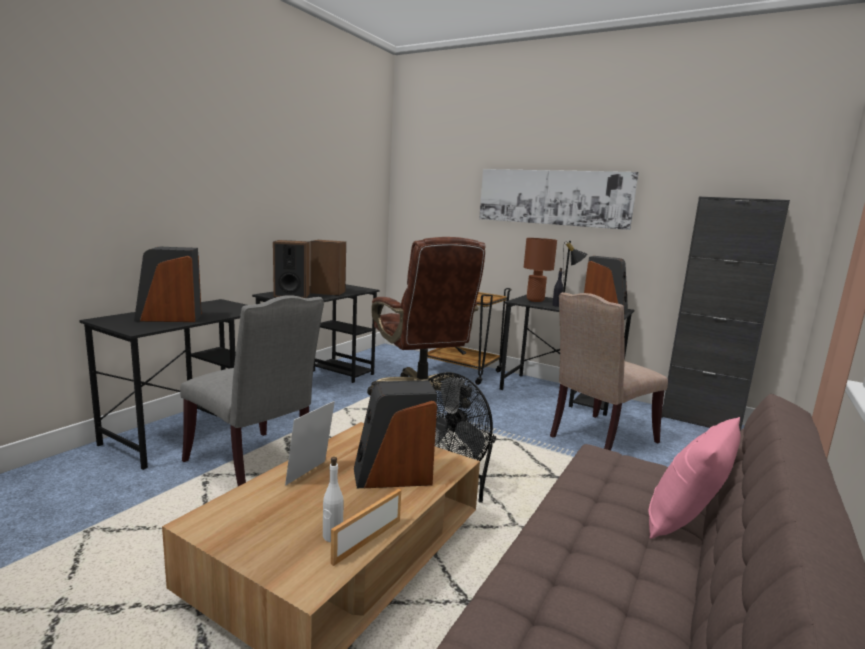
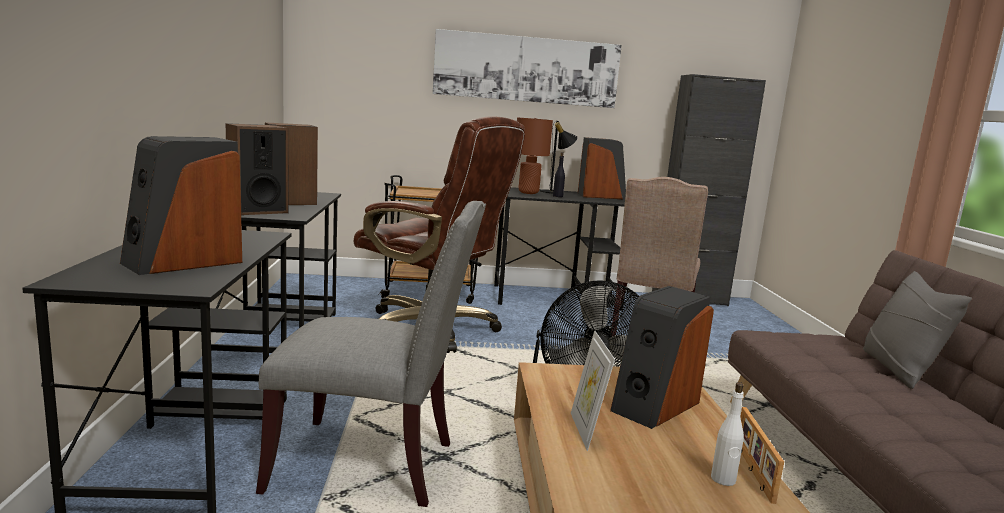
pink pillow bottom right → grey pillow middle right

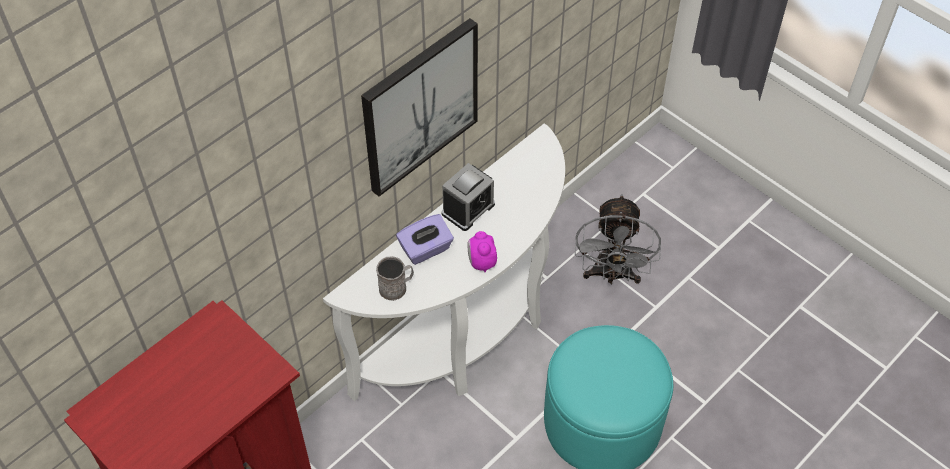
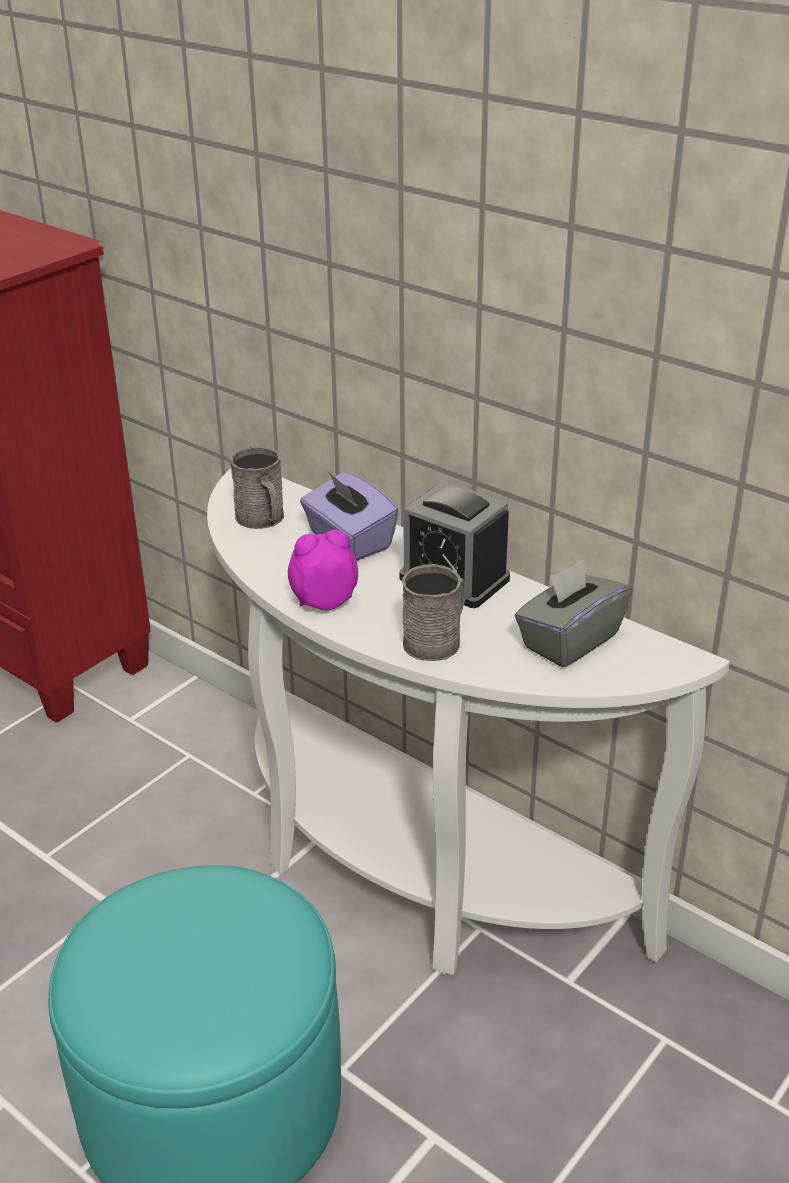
- → grey mug (no. 2 from left) centre
- → grey tissue box middle right
picture top centre → -
grey fan centre → -

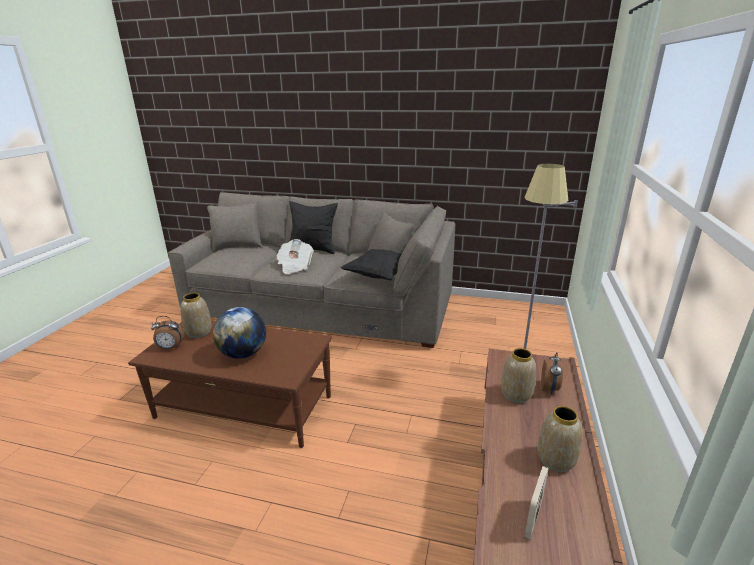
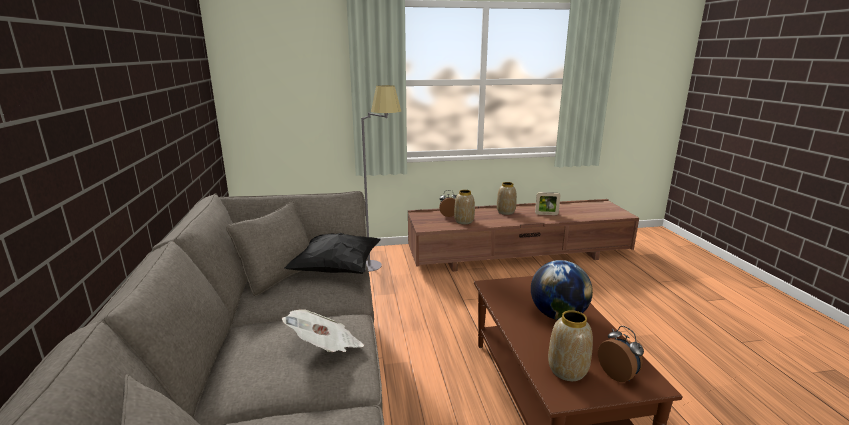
black pillow (no. 1 from left) centre → -

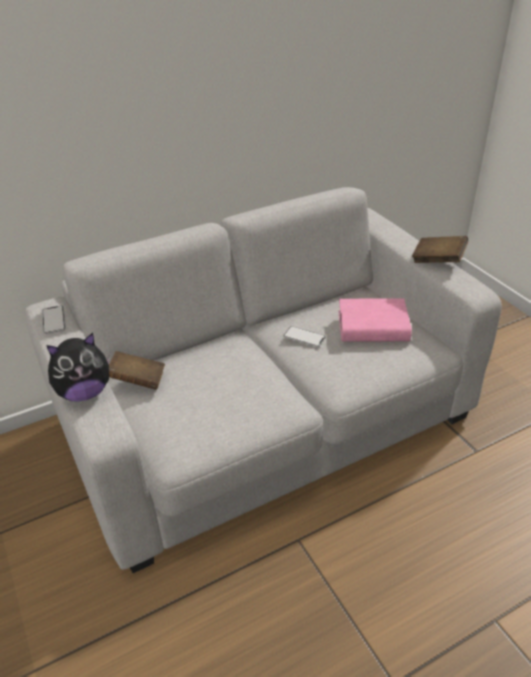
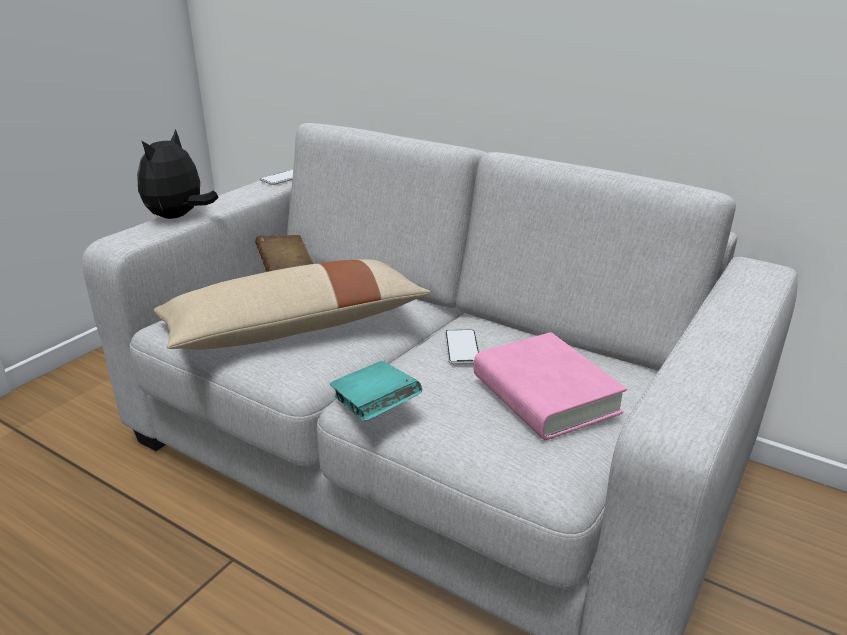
plush toy middle left → plush toy top left, 75 degrees clockwise
- → beige pillow centre
- → turquoise book centre
brown book (no. 2 from left) middle right → -

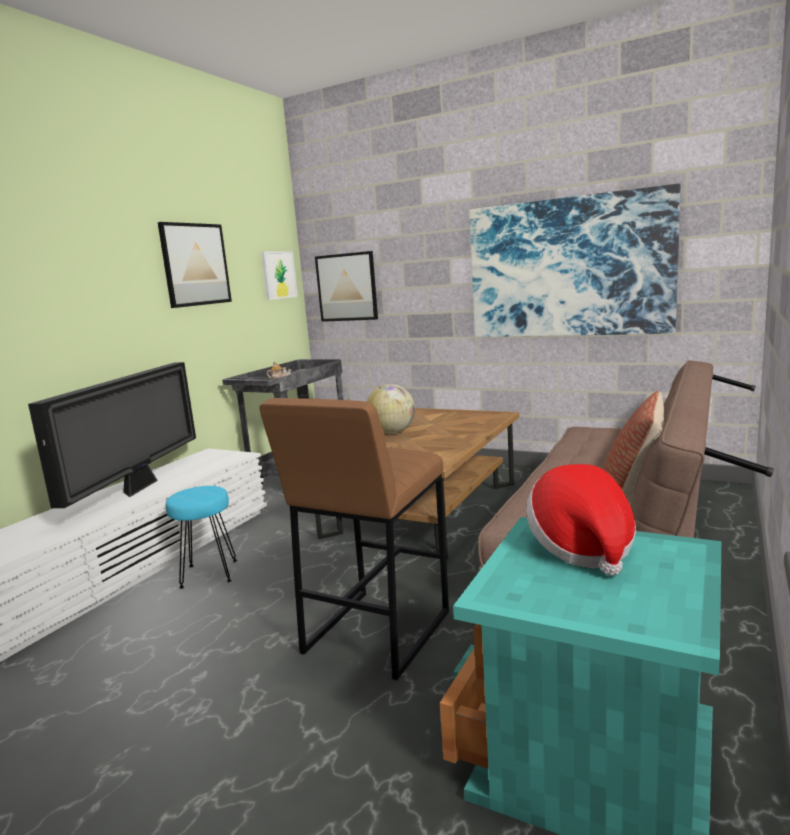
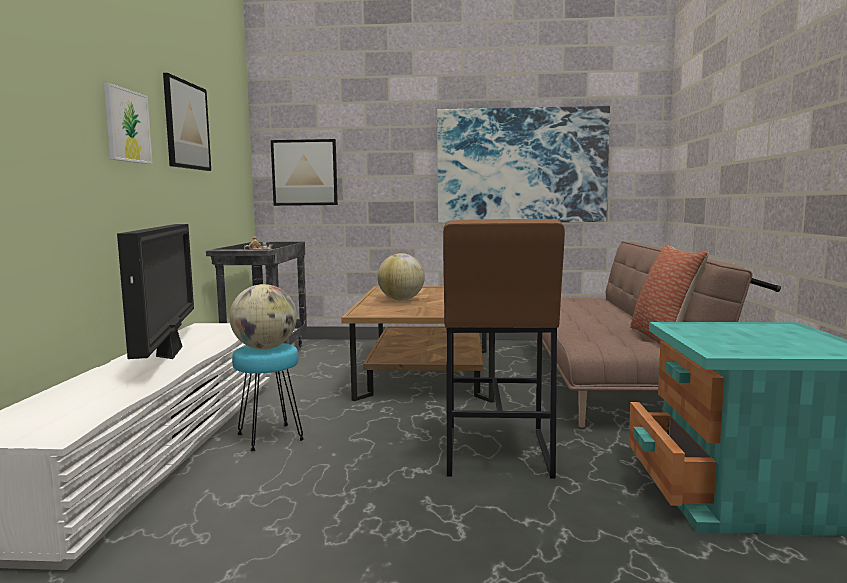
picture (no. 2 from left in the first image) top centre → picture (no. 1 from left) top left, relocated
- → globe (no. 1 from left) middle left
hat middle right → -

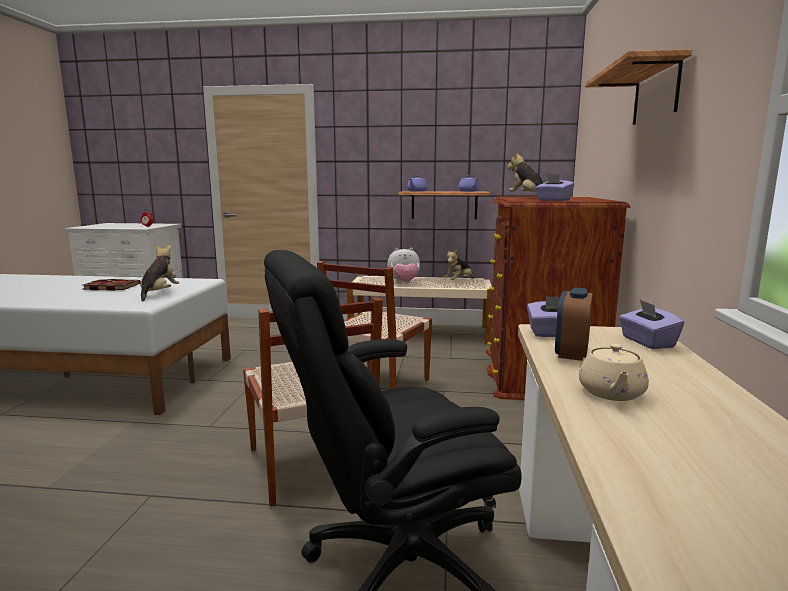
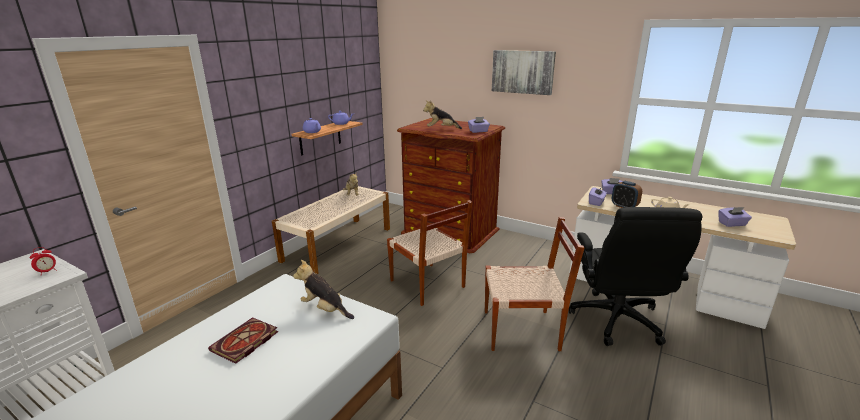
shelf (no. 2 from left) top right → picture top centre
- → purple tissue box (no. 4 from left) middle right
plush toy (no. 2 from left) centre → -

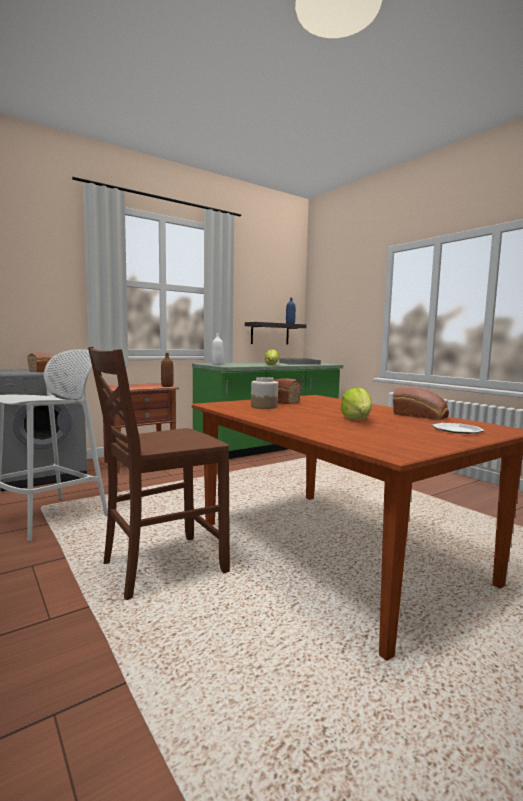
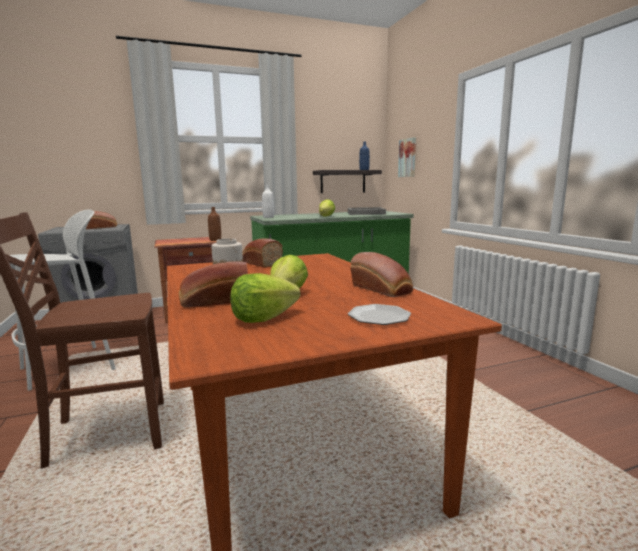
- → bread (no. 2 from left) centre
- → lettuce (no. 1 from left) centre
- → picture top centre

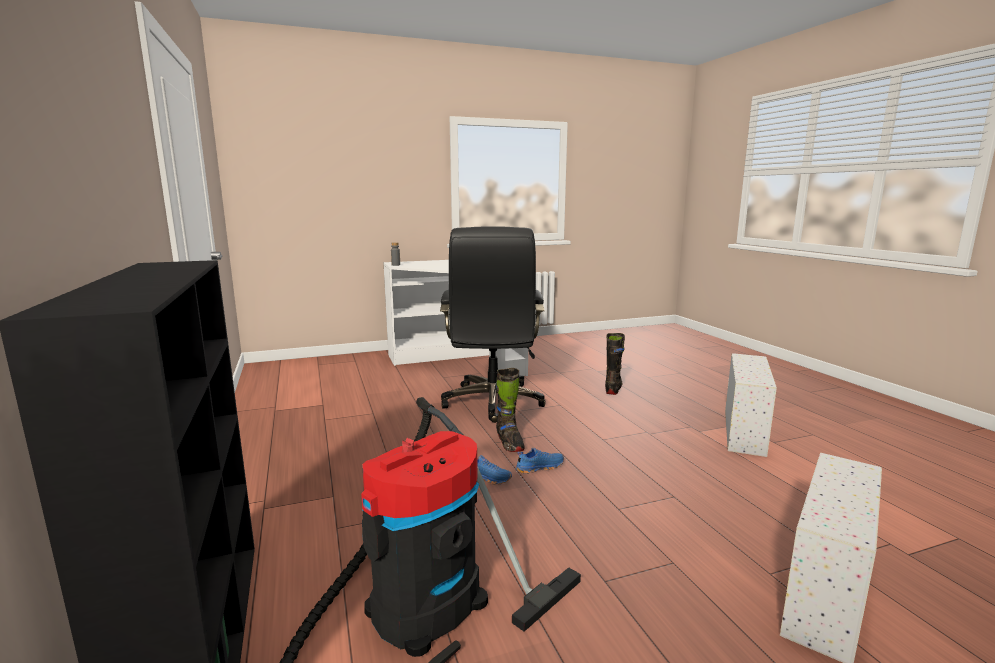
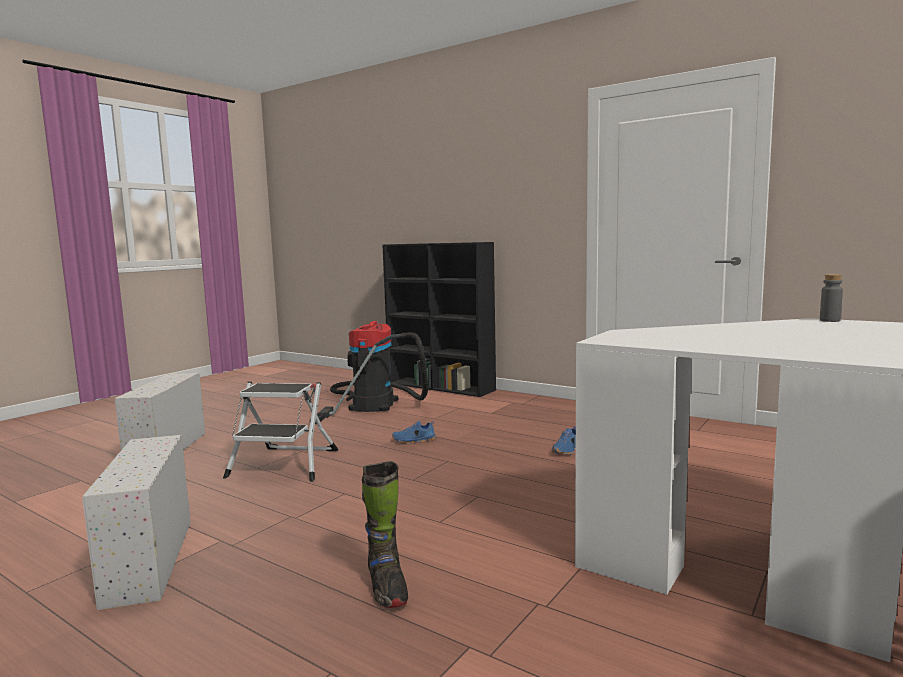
- → step ladder middle left
blue shoe (no. 2 from left) bottom centre → blue shoe (no. 2 from left) centre, relocated
black office chair centre → -
black boot (no. 1 from left) centre → -

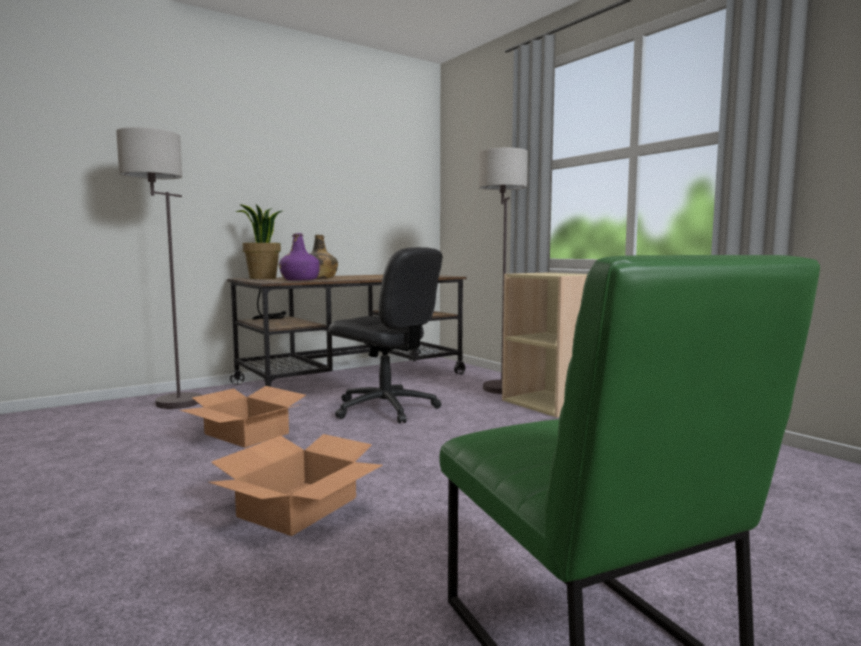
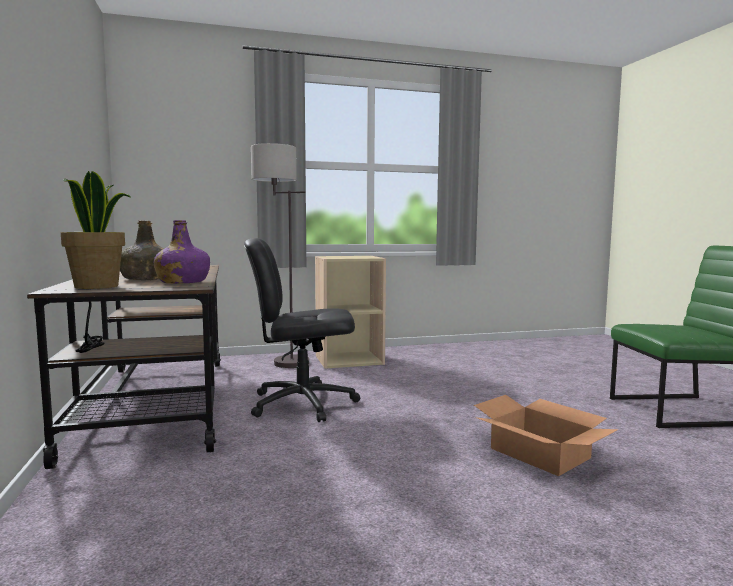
black office chair centre, 150 degrees counterclockwise
grey floor lamp (no. 1 from left) middle left → -
cardboard box (no. 1 from left) middle left → -

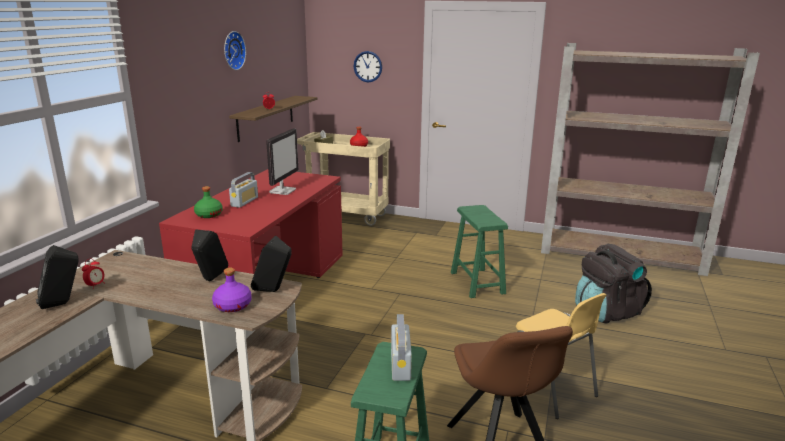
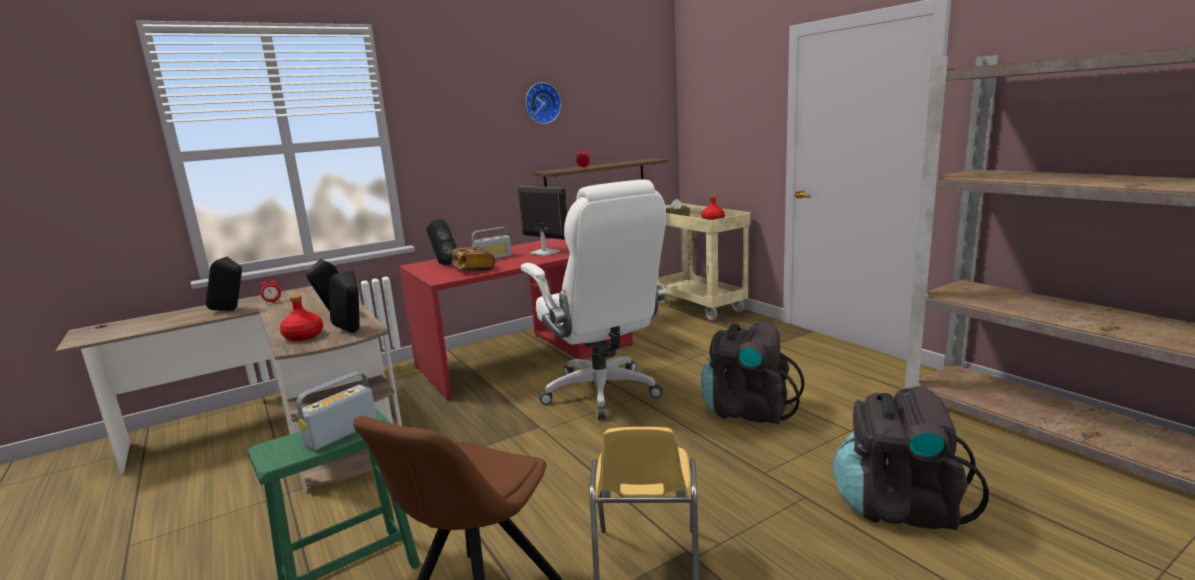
purple bottle middle left → red bottle (no. 1 from left) middle left
green bottle middle left → black speaker (no. 4 from left) centre
- → book centre
monitor centre, 105 degrees counterclockwise
- → white office chair centre
green stool (no. 2 from left) centre → black backpack (no. 1 from left) centre
wall clock (no. 2 from left) top centre → -

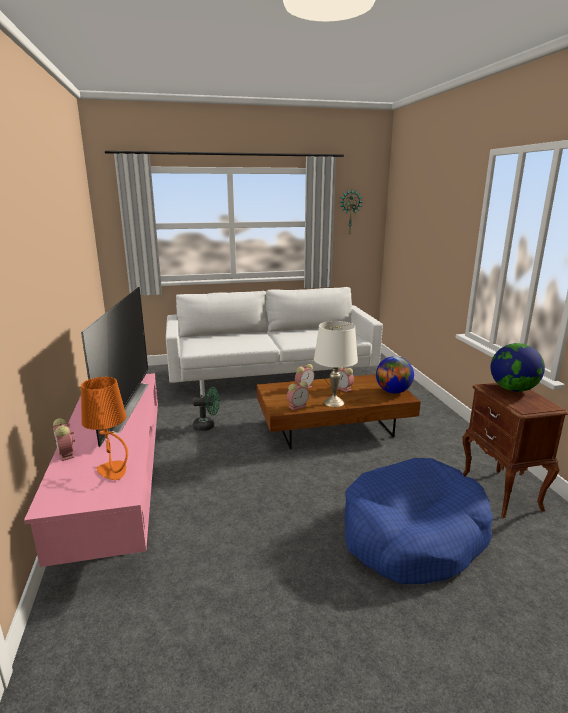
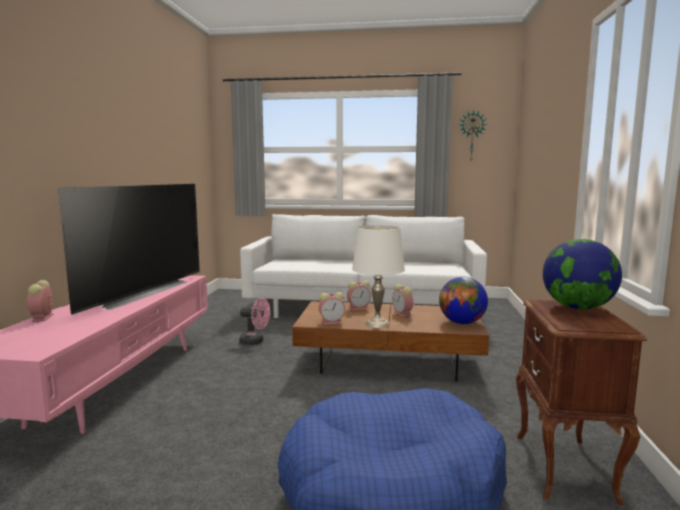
green fan centre → pink fan centre
orange table lamp middle left → -

